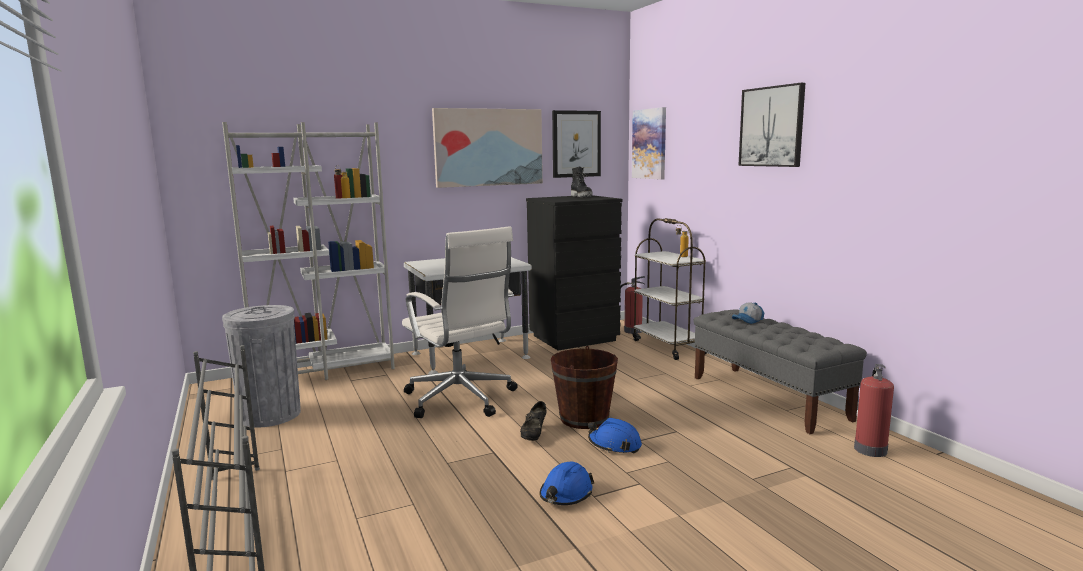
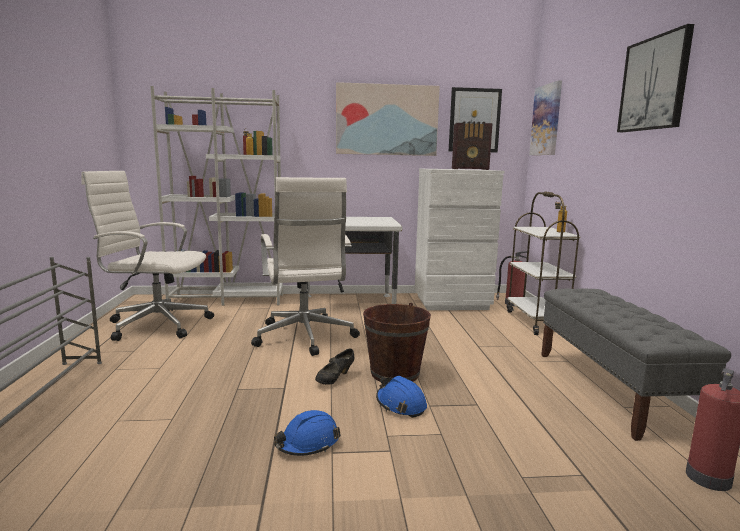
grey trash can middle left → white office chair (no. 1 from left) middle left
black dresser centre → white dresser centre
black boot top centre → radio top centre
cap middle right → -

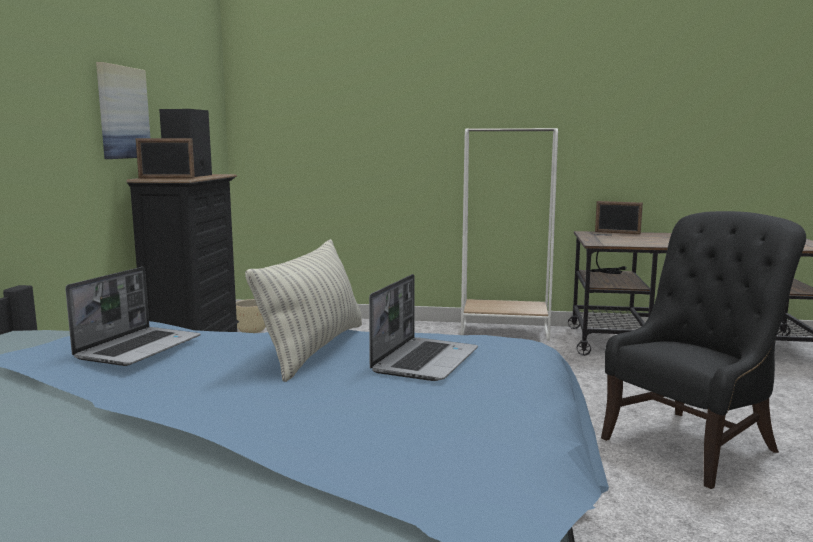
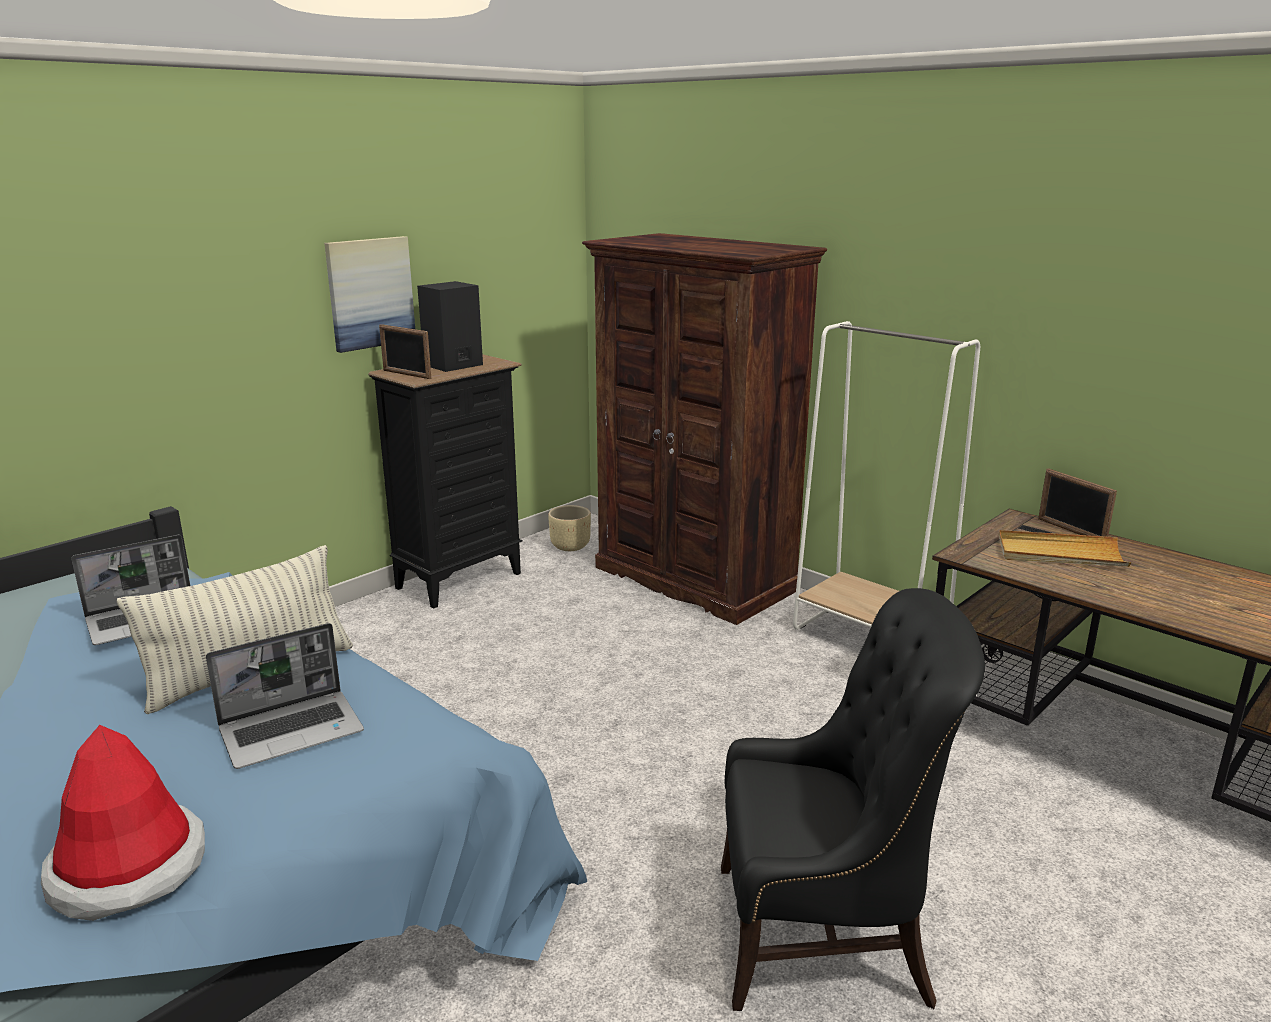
- → hat bottom left
- → brown wardrobe centre
- → beige tray middle right

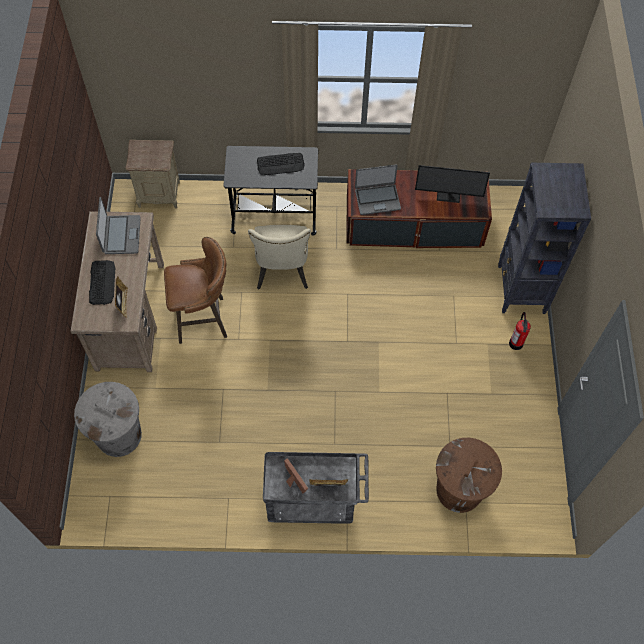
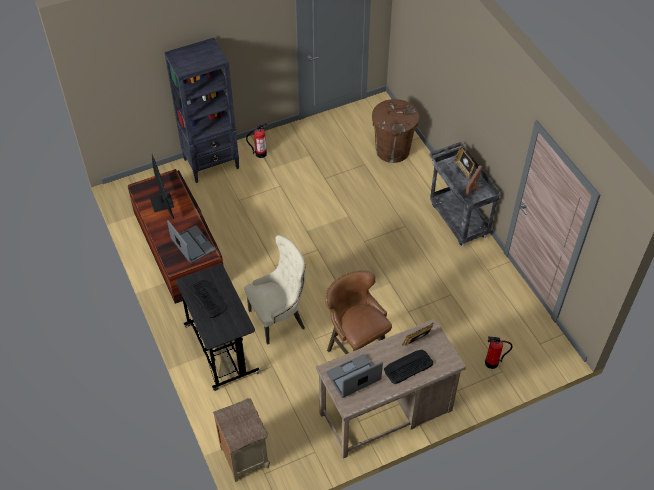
grey trash can middle left → fire extinguisher (no. 2 from left) bottom right

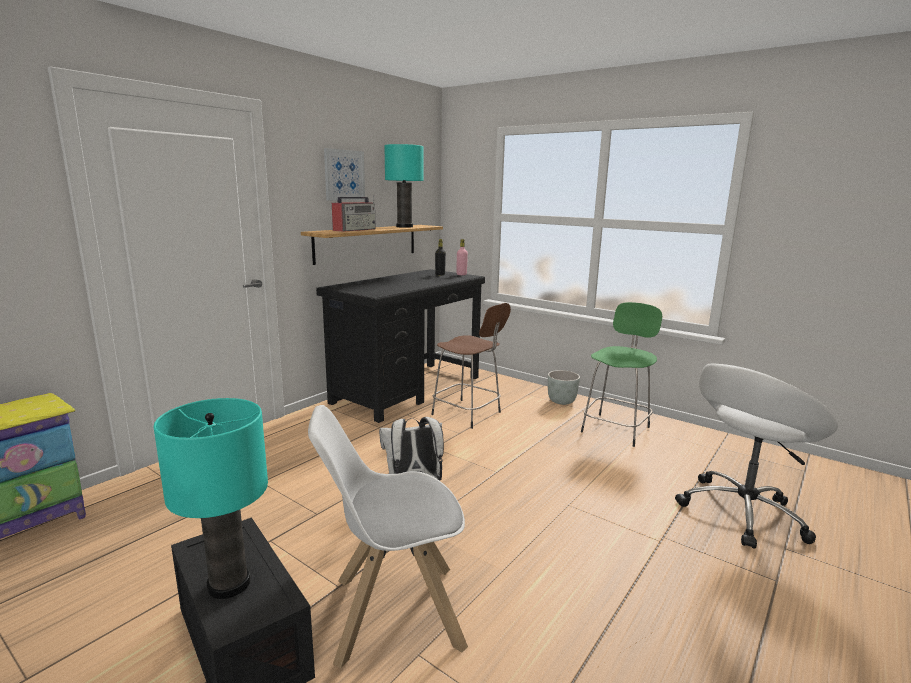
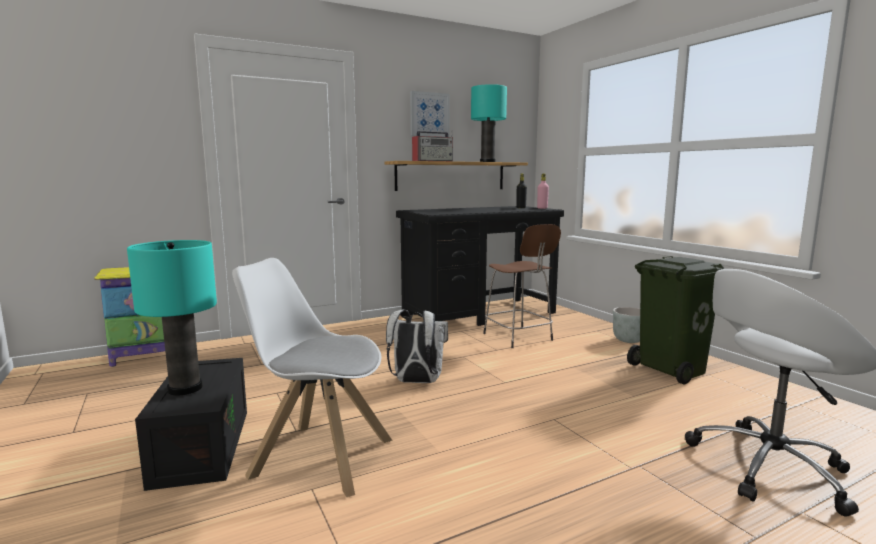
green stool middle right → green trash can middle right

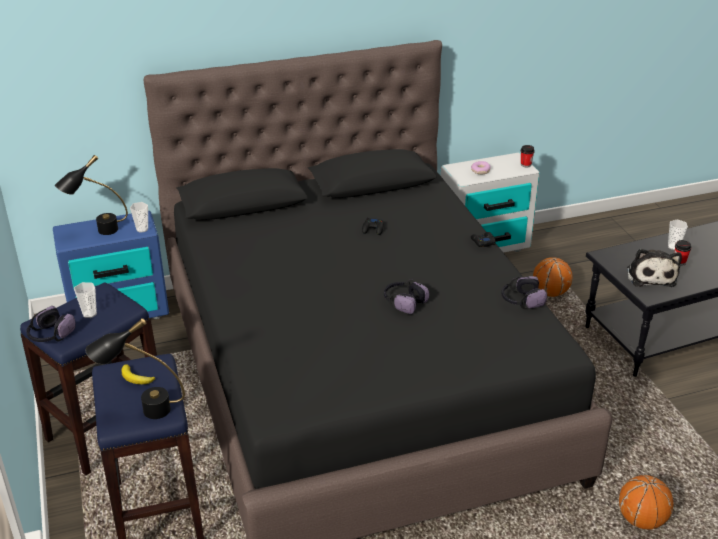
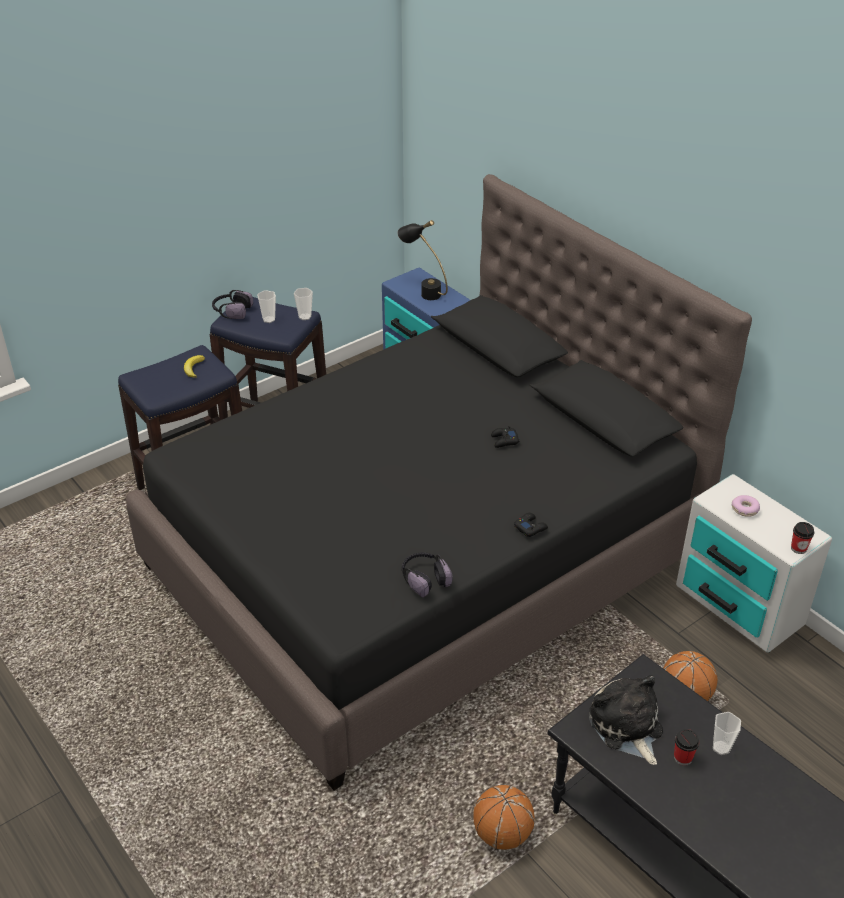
cup (no. 2 from left) middle left → cup (no. 2 from left) centre, relocated
basketball (no. 2 from left in the first image) bottom right → basketball (no. 1 from left) bottom centre, relocated
plush toy middle right → plush toy bottom right, 90 degrees clockwise
black table lamp (no. 2 from left) bottom left → -
headphones (no. 2 from left) centre → -

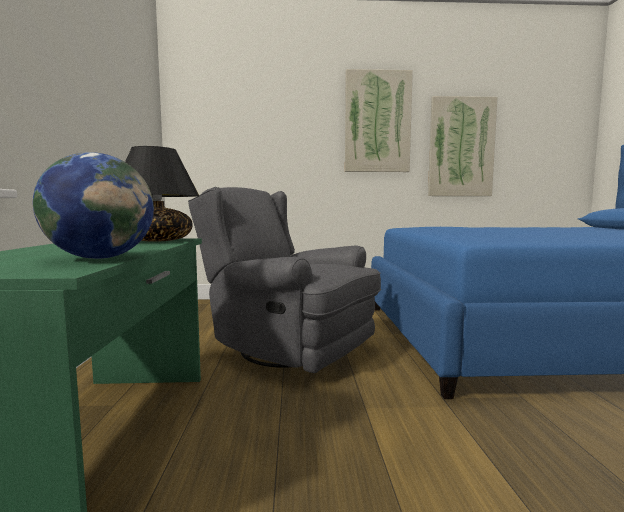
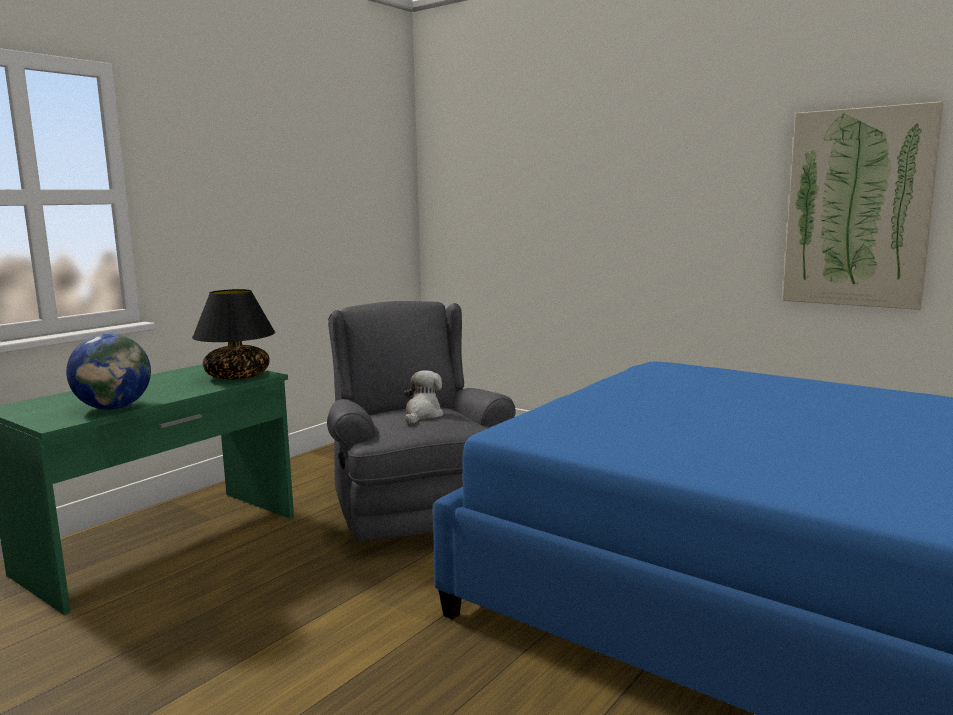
- → plush toy centre
picture (no. 1 from left) top centre → -

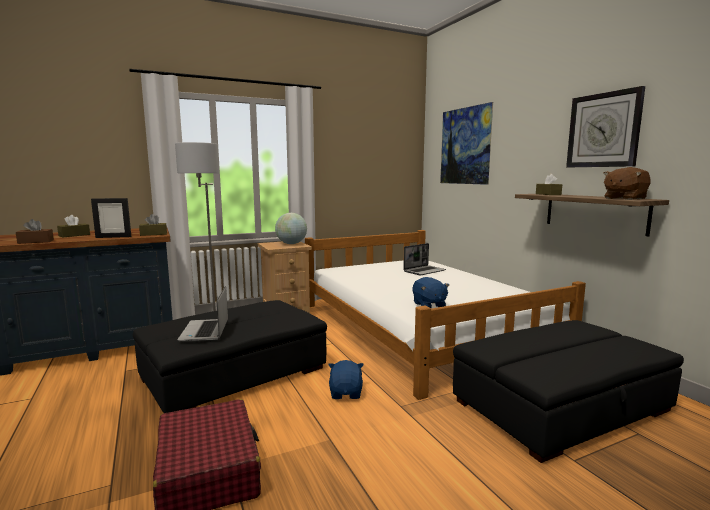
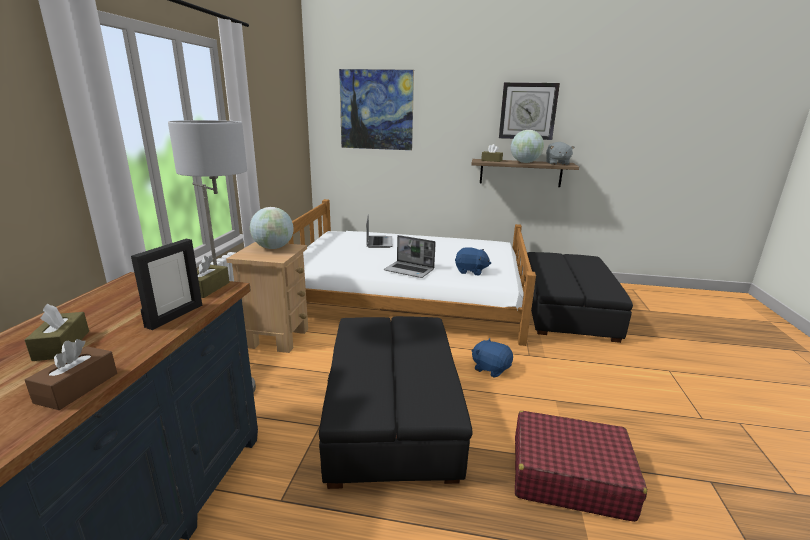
laptop (no. 1 from left in the first image) middle left → laptop (no. 2 from left) centre, relocated
- → globe (no. 2 from left) top centre
brown plush toy middle right → grey plush toy top right

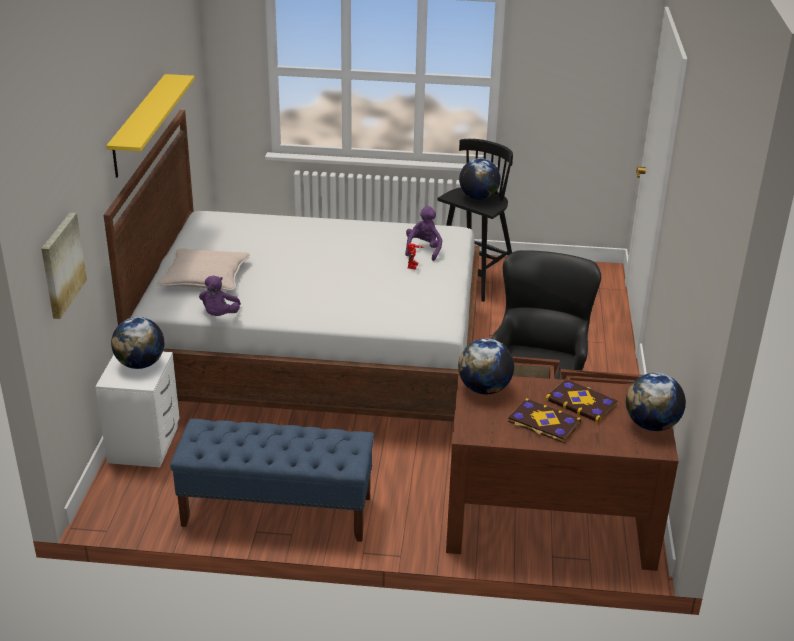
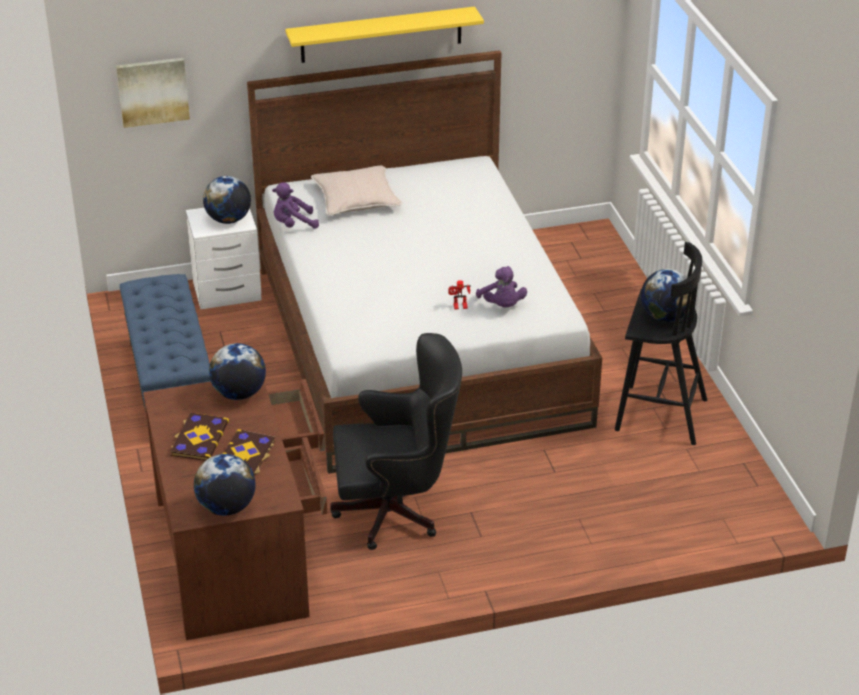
purple plush toy (no. 2 from left) centre, 75 degrees clockwise

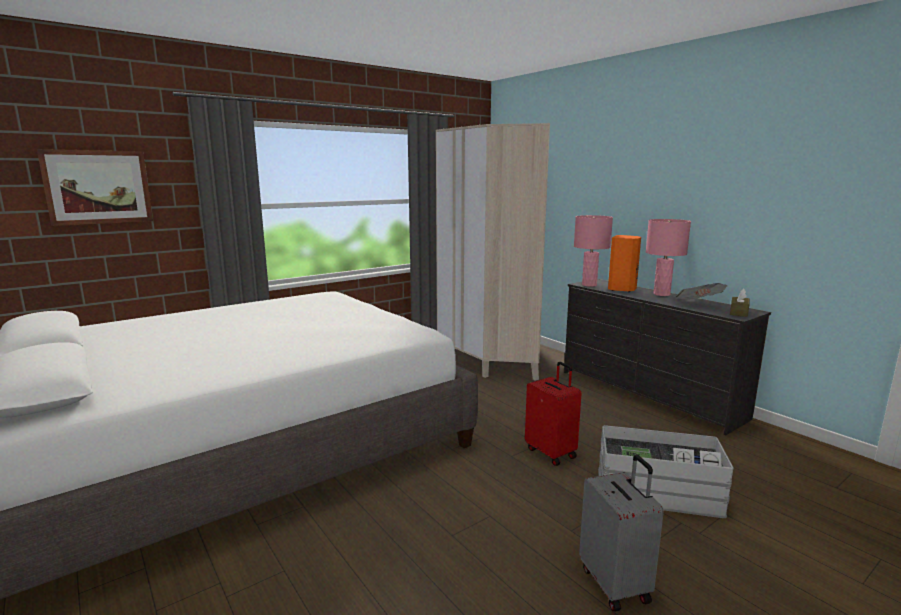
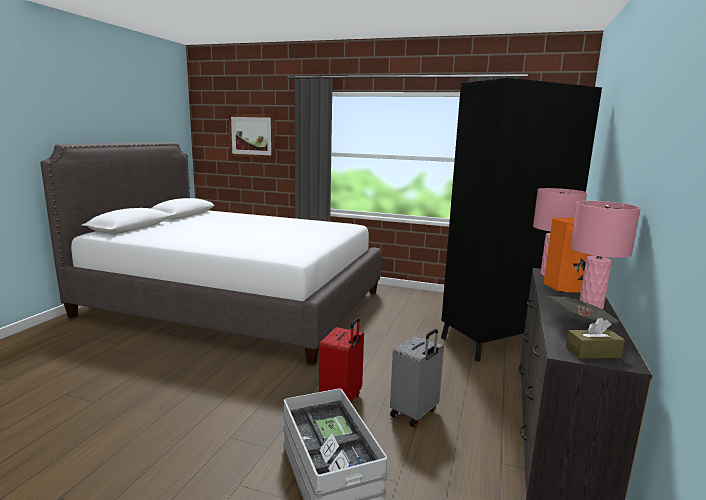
grey suitcase bottom right → grey suitcase bottom centre, relocated
beige wardrobe centre → black wardrobe middle right

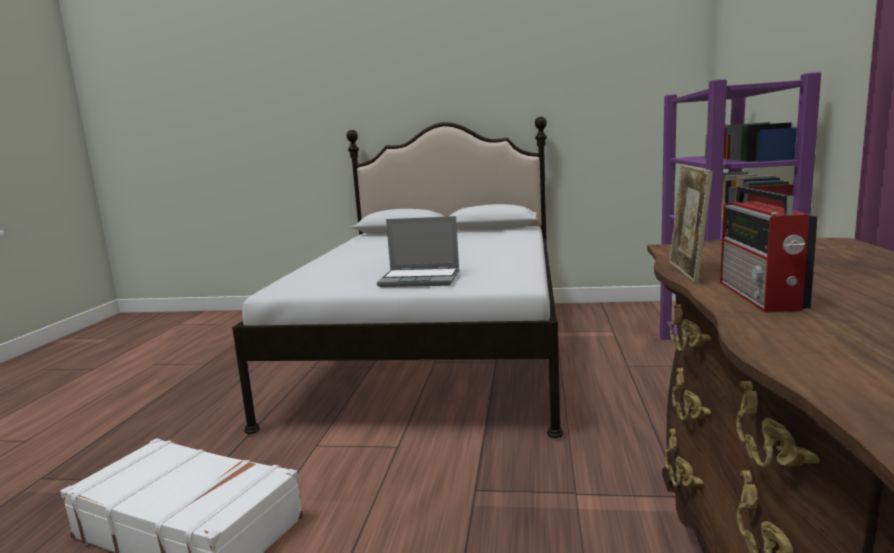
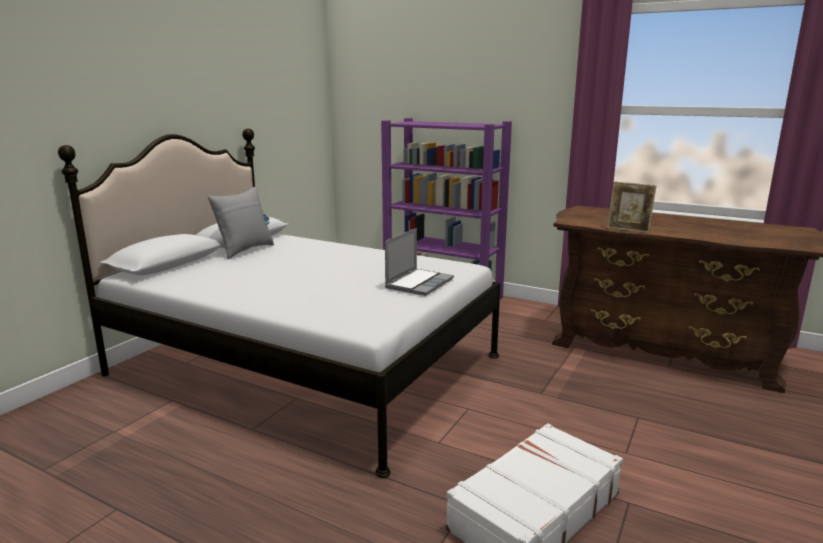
- → grey pillow middle left
radio middle right → -

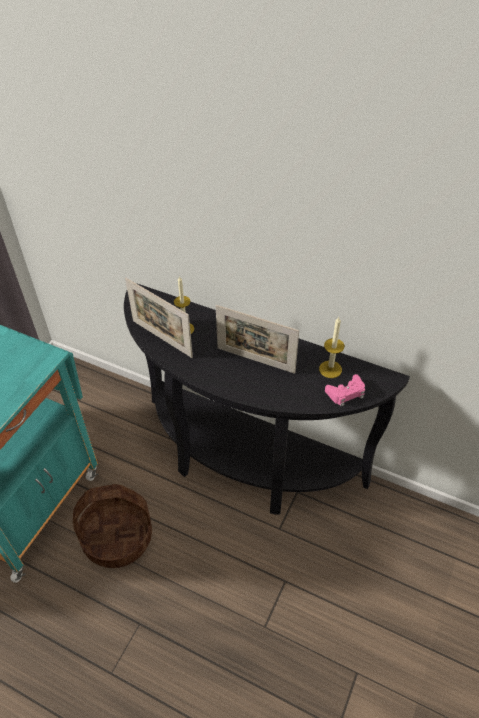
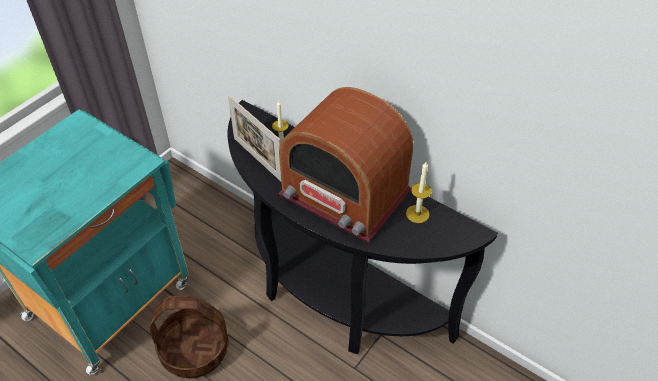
picture frame (no. 2 from left) centre → radio centre
pink game controller middle right → -

